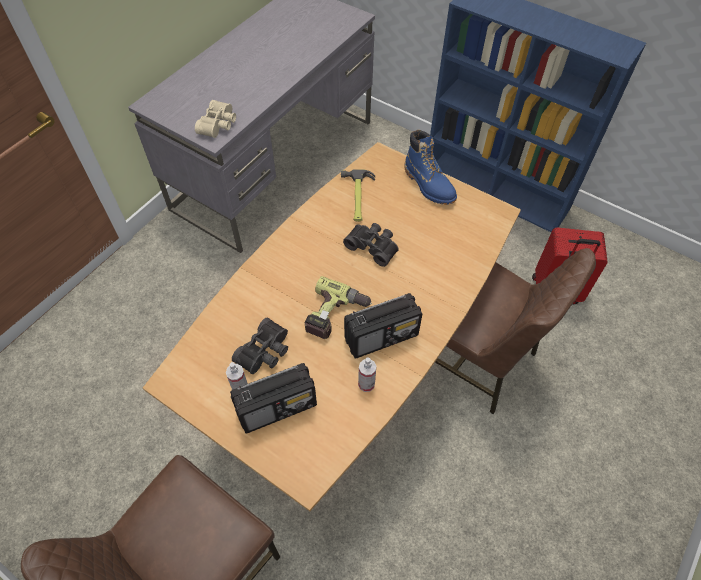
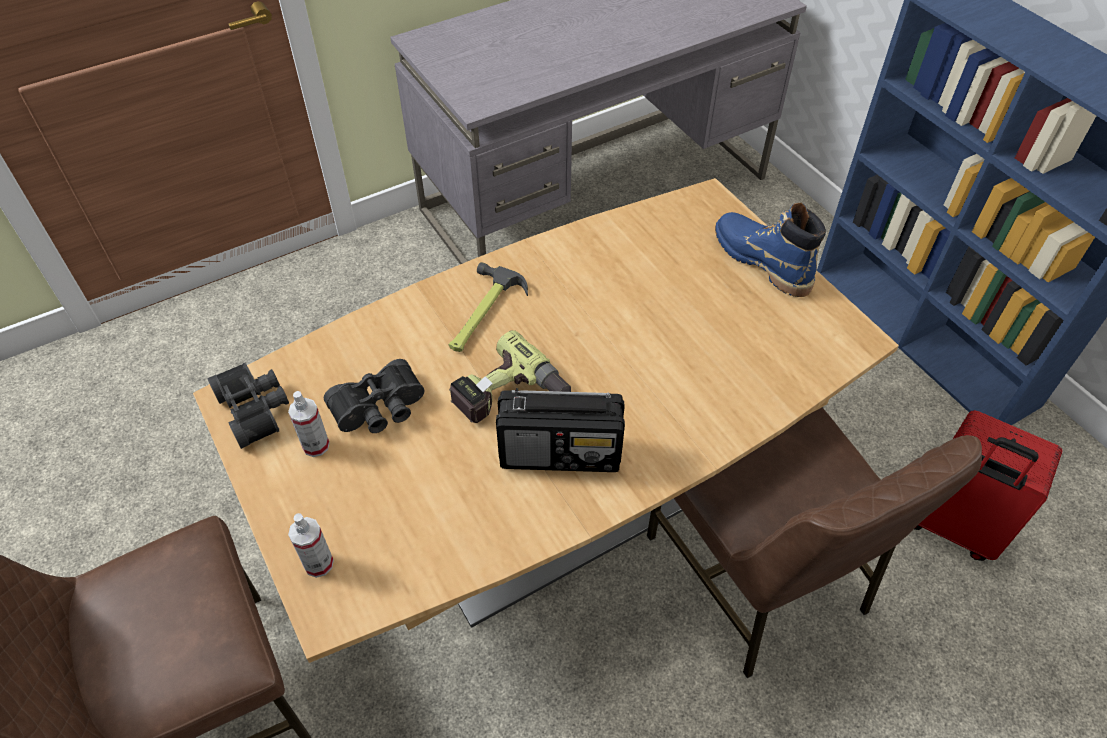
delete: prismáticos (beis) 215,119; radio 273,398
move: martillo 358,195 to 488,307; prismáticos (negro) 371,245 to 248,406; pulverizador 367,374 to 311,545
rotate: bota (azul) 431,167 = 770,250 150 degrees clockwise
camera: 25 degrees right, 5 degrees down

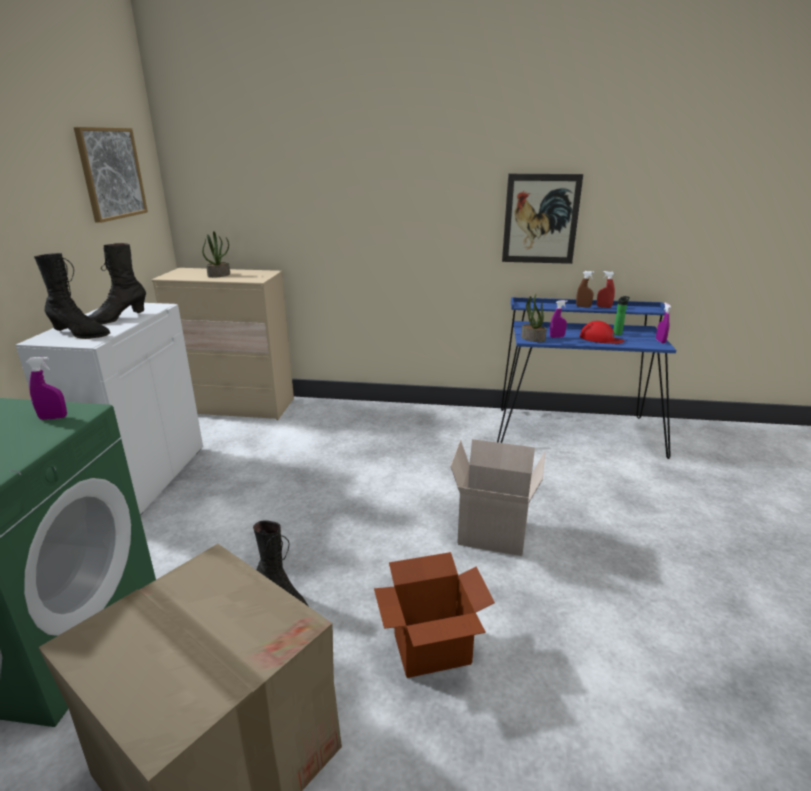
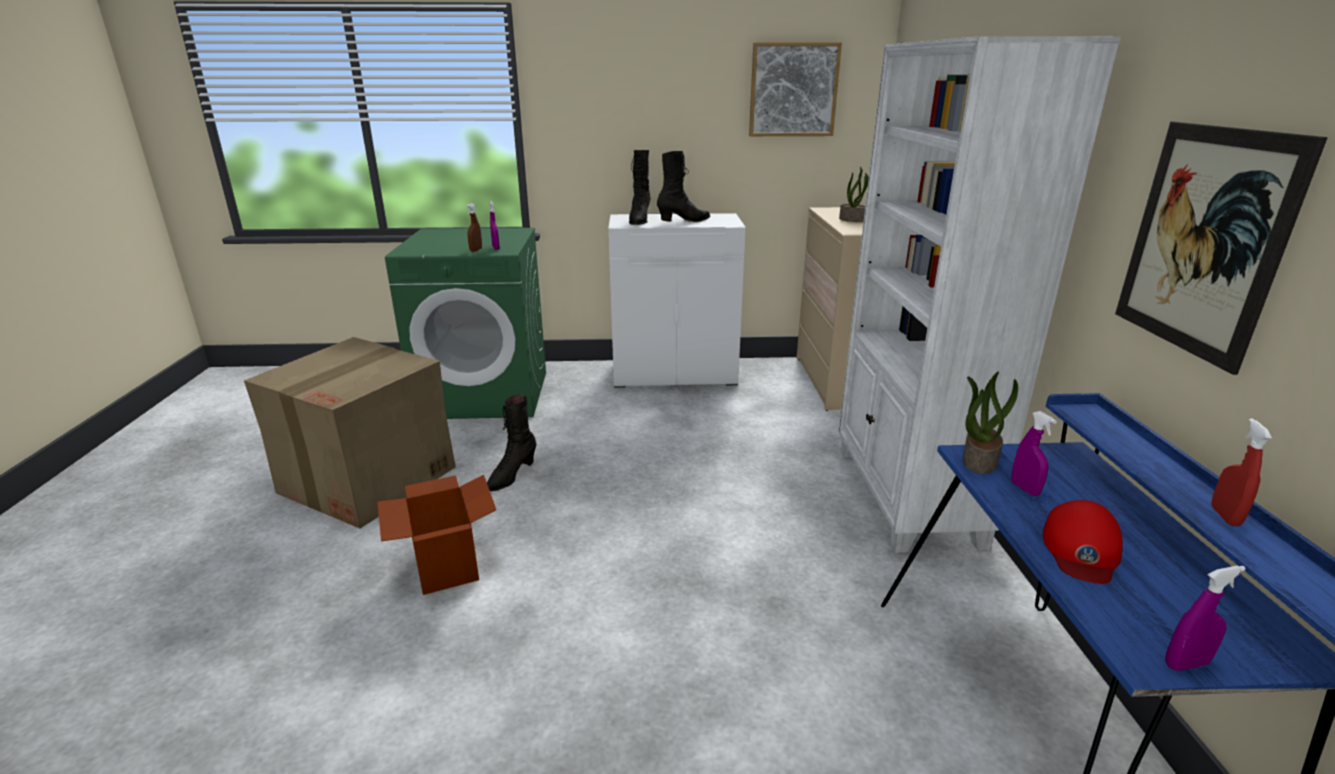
delete: caja de cartón 497,497; botella 621,315
insert: estantería (blanco) 980,294
move: pulverizador (marrón) 585,289 to 474,227
rotate: bota (negro) 117,283 = 683,186 120 degrees clockwise
camera: 80 degrees right, 0 degrees up

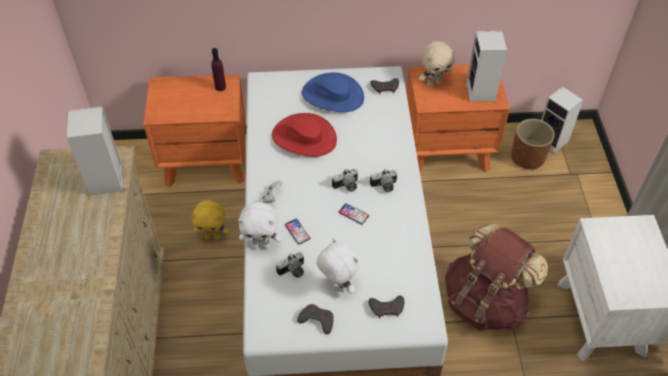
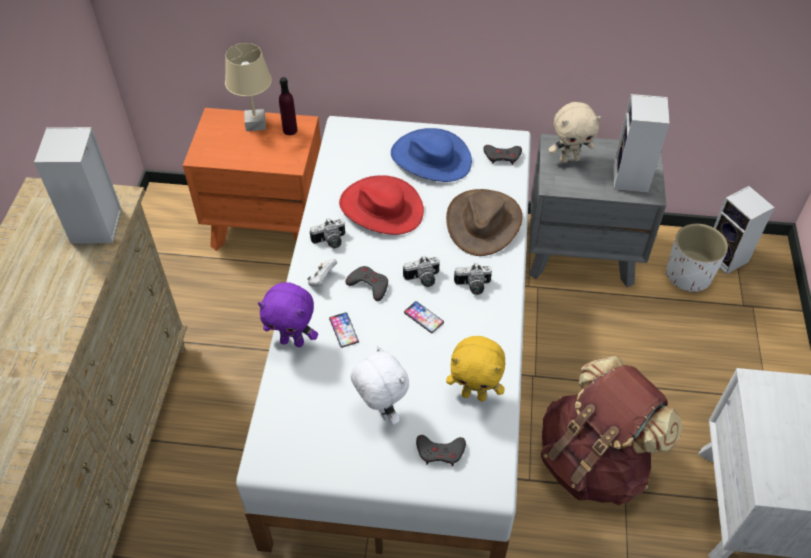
insert: lámpara de mesa (beis) 248,87; sombrero (marrón) 484,222
move: peluche (amarillo) 210,220 to 475,368; cámara 290,265 to 327,233; mando de consola (gris) 315,319 to 367,283
recolor: peluche (blanco) 259,225 to peluche (morado) 288,314; mesita de noche (naranja) 458,118 to mesita de noche (gris) 597,210; maceta (marrón) 533,144 to maceta (blanco) 697,258
camera: 10 degrees right, 0 degrees up

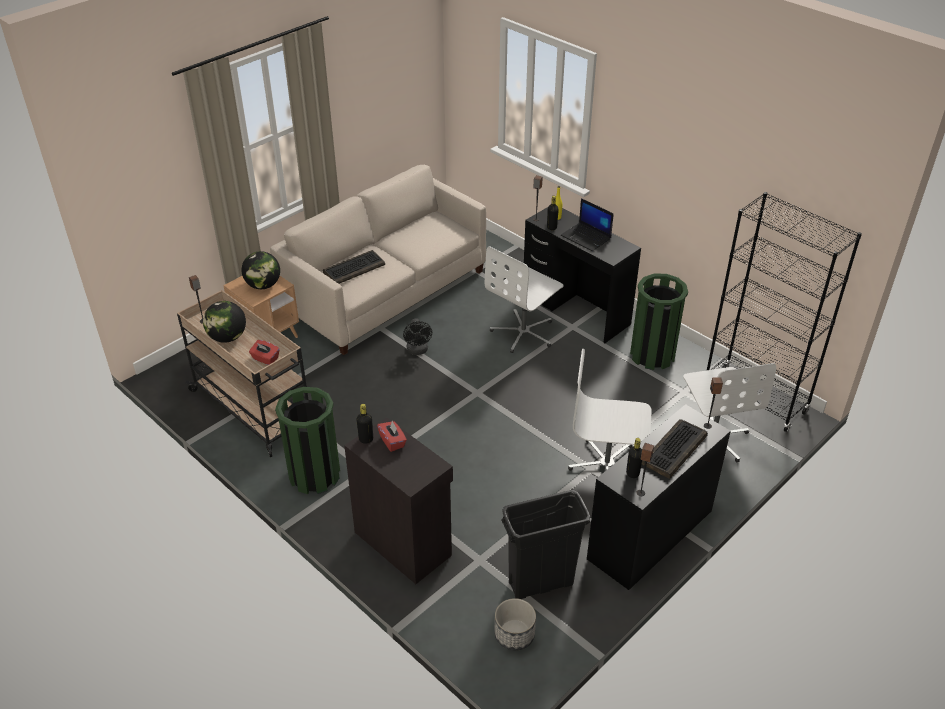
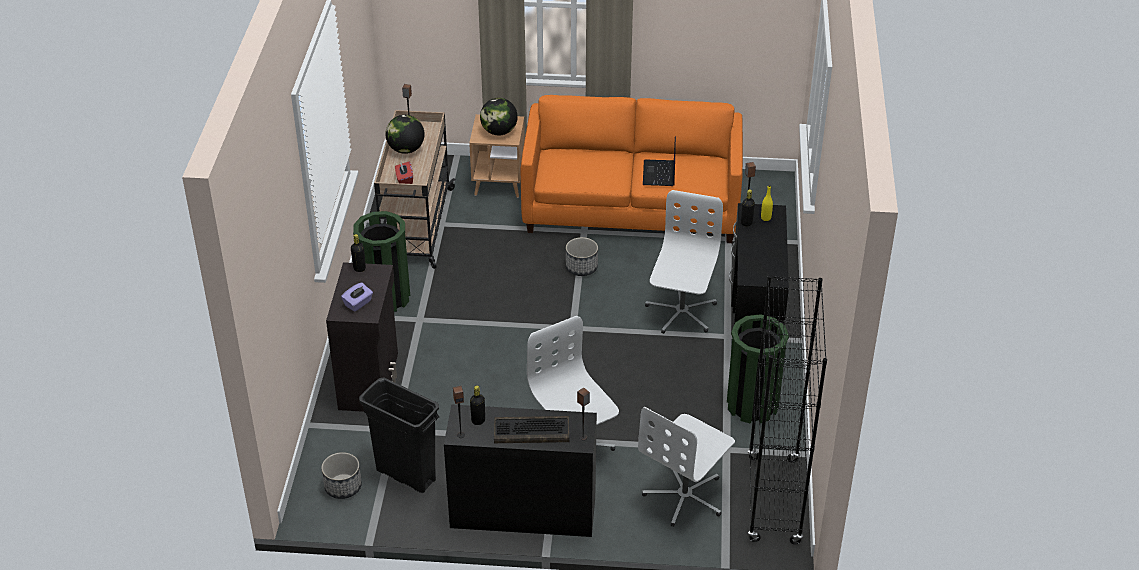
delete: teclado 354,267; caja de pañuelos (rojo) 392,436
insert: caja de pañuelos (morado) 357,297
move: portátil 587,224 to 659,161
replace: ventilador (negro) 417,336 to maceta 582,256
recolor: sofá (beis) 378,260 to sofá (naranja) 632,169
rotate: silla de oficina (blanco) 524,299 = 684,262 105 degrees clockwise
camera: 50 degrees right, 0 degrees up

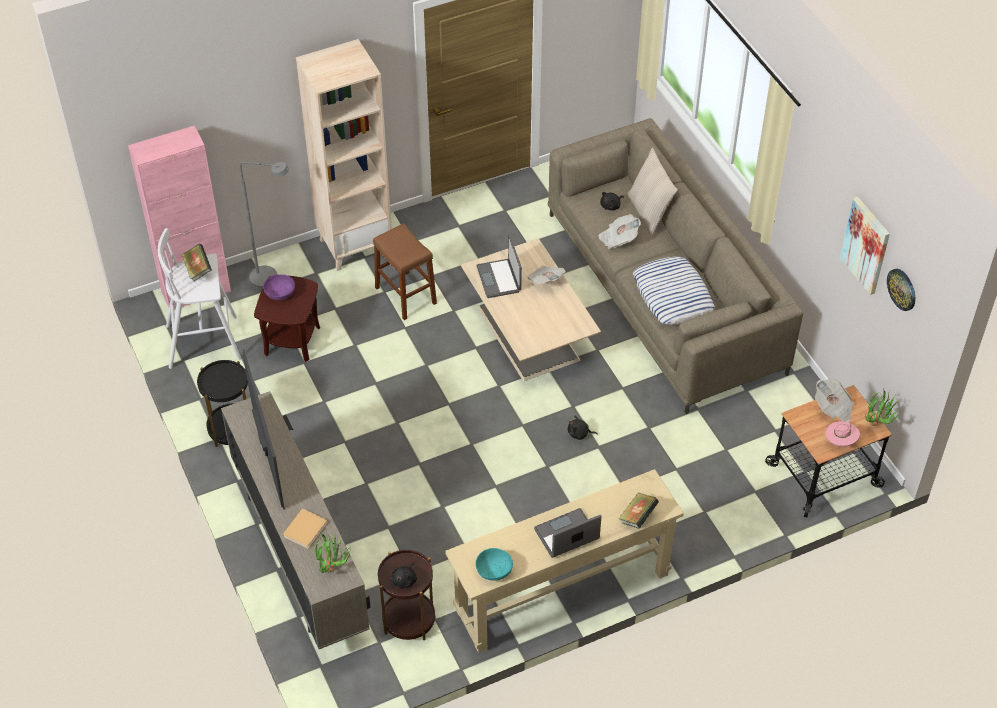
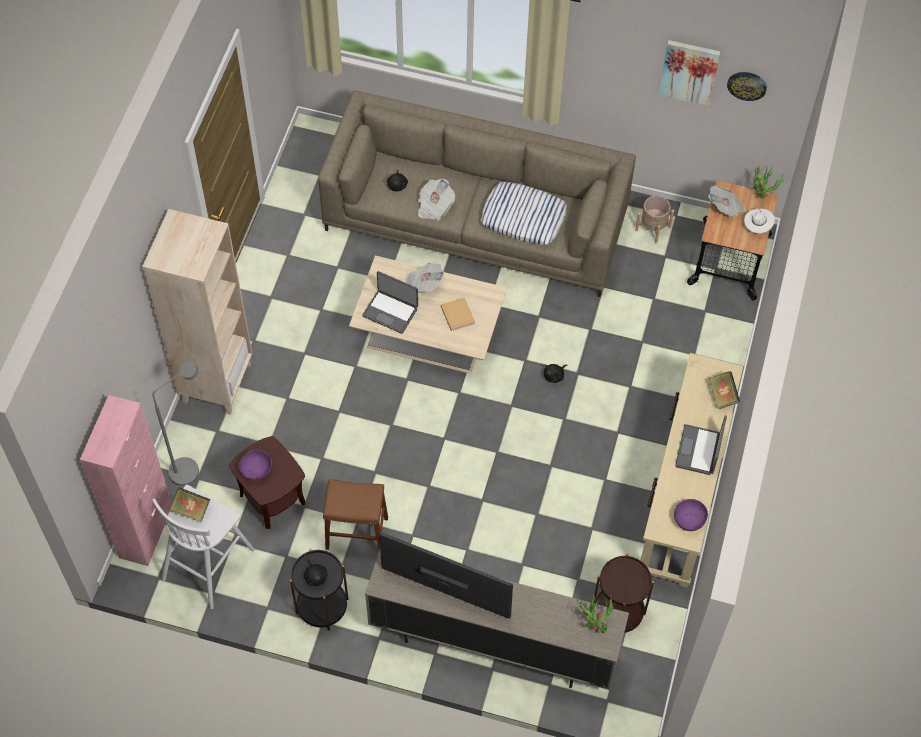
delete: cojín (beis) 652,192
insert: maceta (beis) 654,219
move: libro (beis) 305,528 to 458,314; taburete (marrón) 405,272 to 355,514; peluche (negro) 404,576 to 315,572
recolor: cuenco (turquesa) 494,564 to cuenco (morado) 691,515; sombrero (rosa) 842,434 to sombrero (blanco) 759,221
camera: 50 degrees left, 10 degrees up

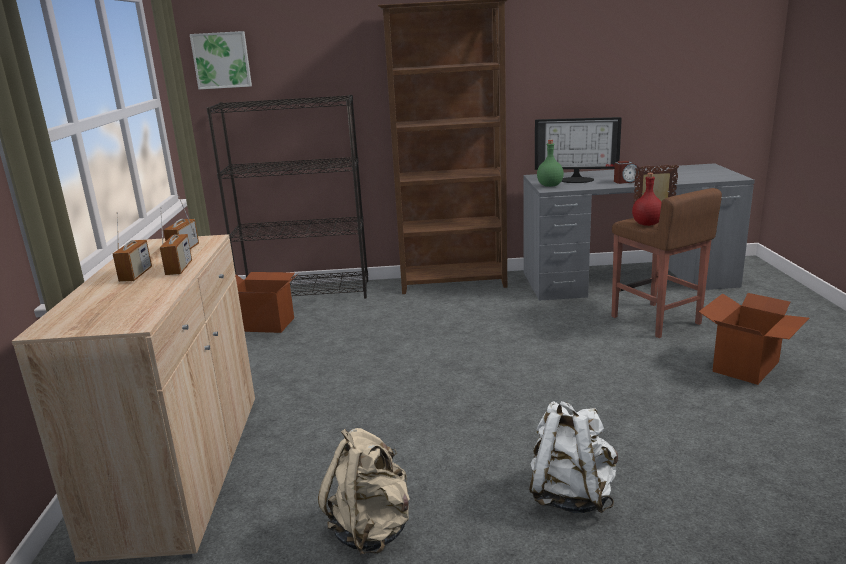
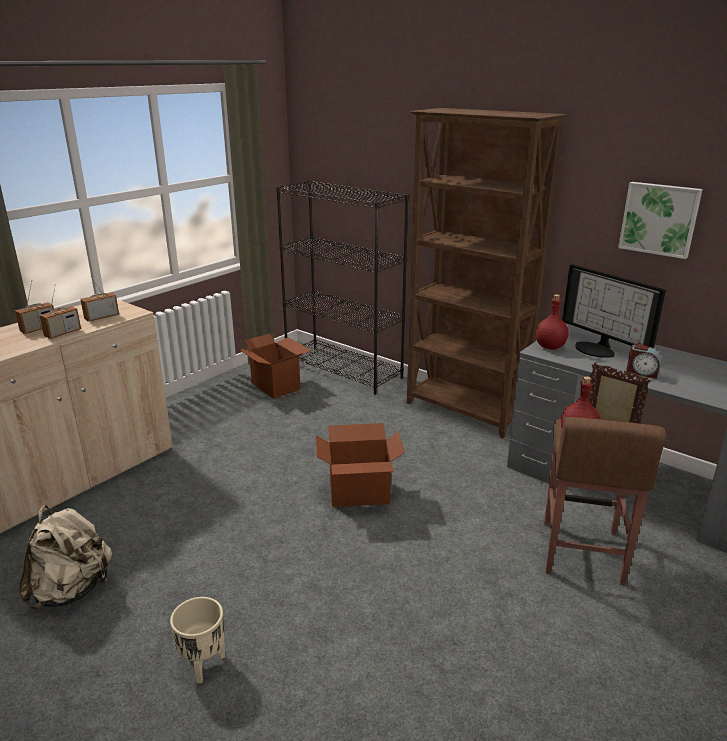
move: cuadro 221,60 to 660,220; caja de cartón 754,339 to 360,465
replace: mochila (blanco) 573,457 to maceta (beis) 197,640
recolor: botella (verde) 550,163 to botella (rojo) 552,322
camera: 40 degrees right, 5 degrees up

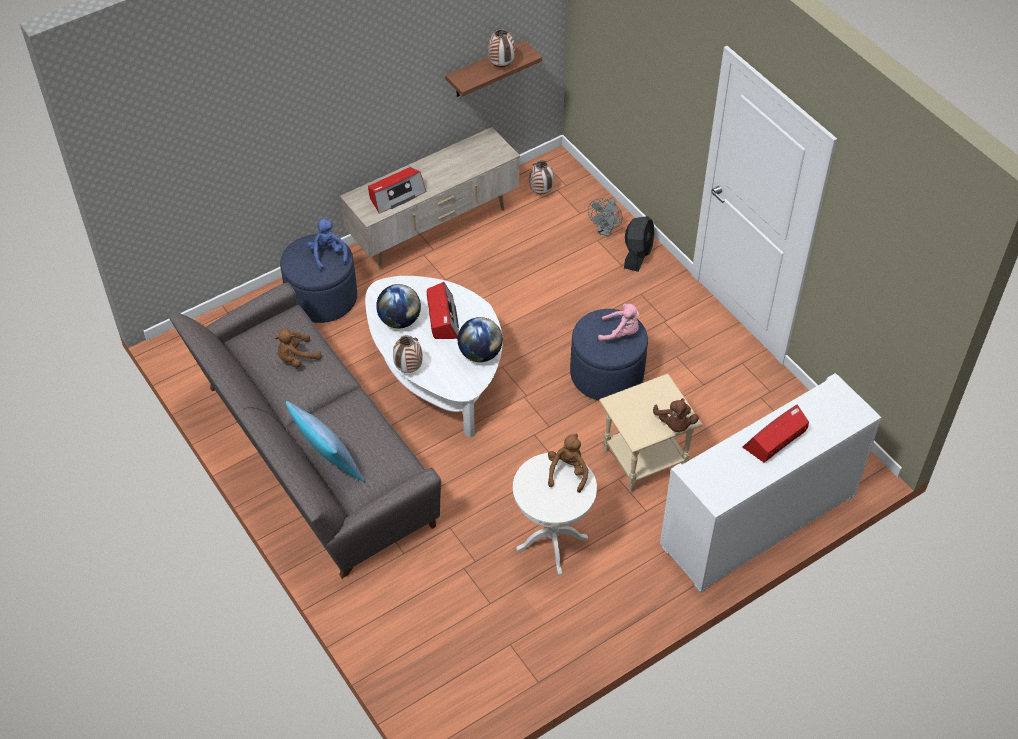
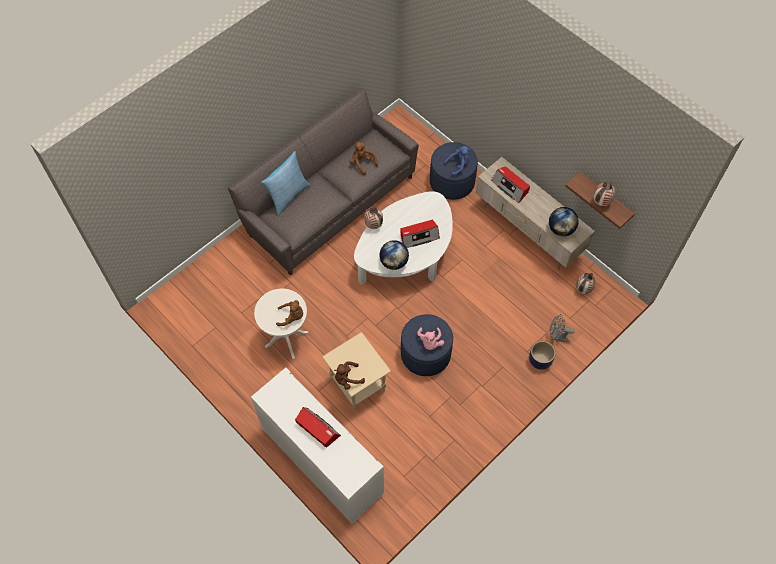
move: globo terráqueo 398,306 to 564,221
replace: ventilador (negro) 639,244 to maceta 542,355
camera: 80 degrees right, 10 degrees up

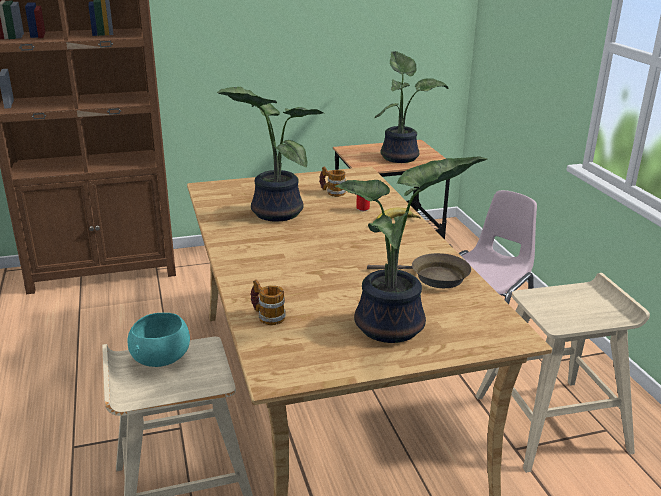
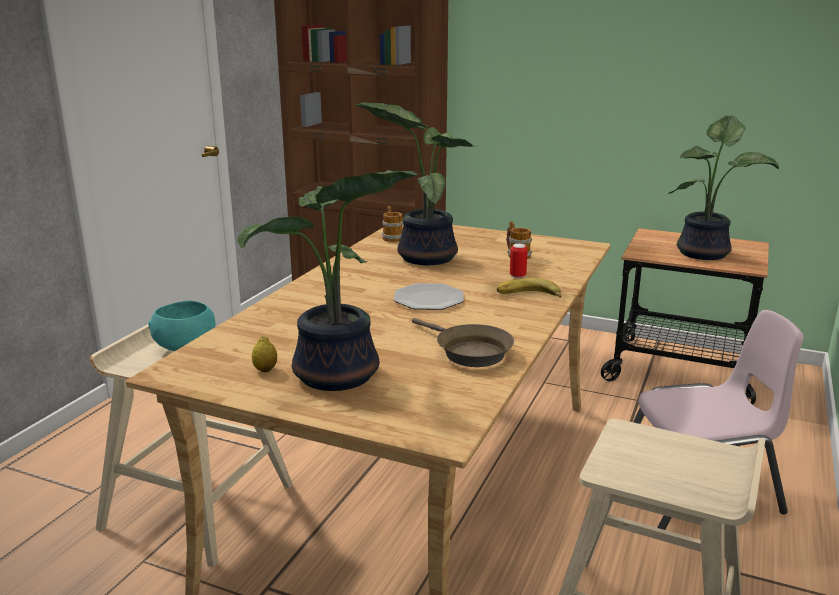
insert: limón 264,354; plato 429,296
move: taza grande 268,302 to 392,224
camera: 40 degrees right, 5 degrees down

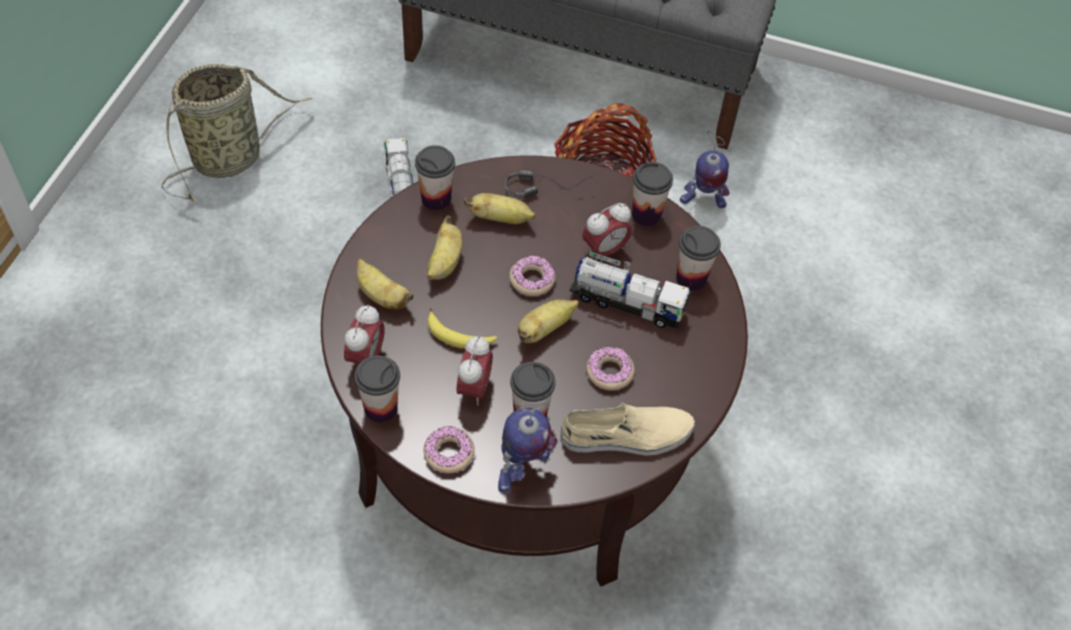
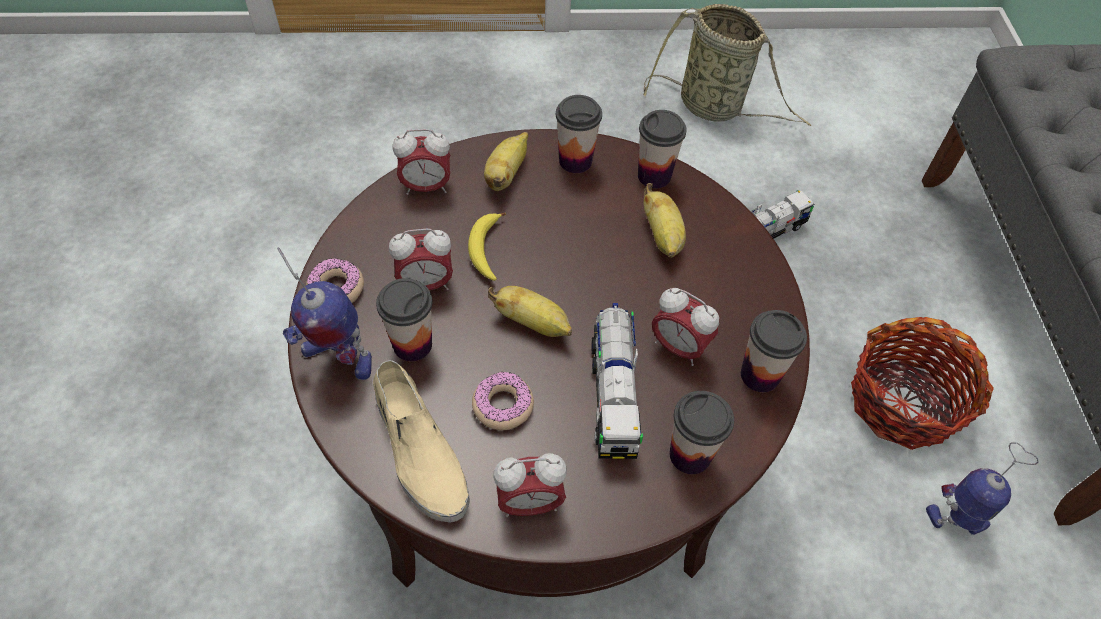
delete: plátano 444,247; auriculares 549,184; rosquilla 532,275
insert: despertador 530,485
move: taza 377,389 to 579,134
rotate: robot de juguete 704,170 = 982,488 120 degrees clockwise
camera: 70 degrees right, 0 degrees up

